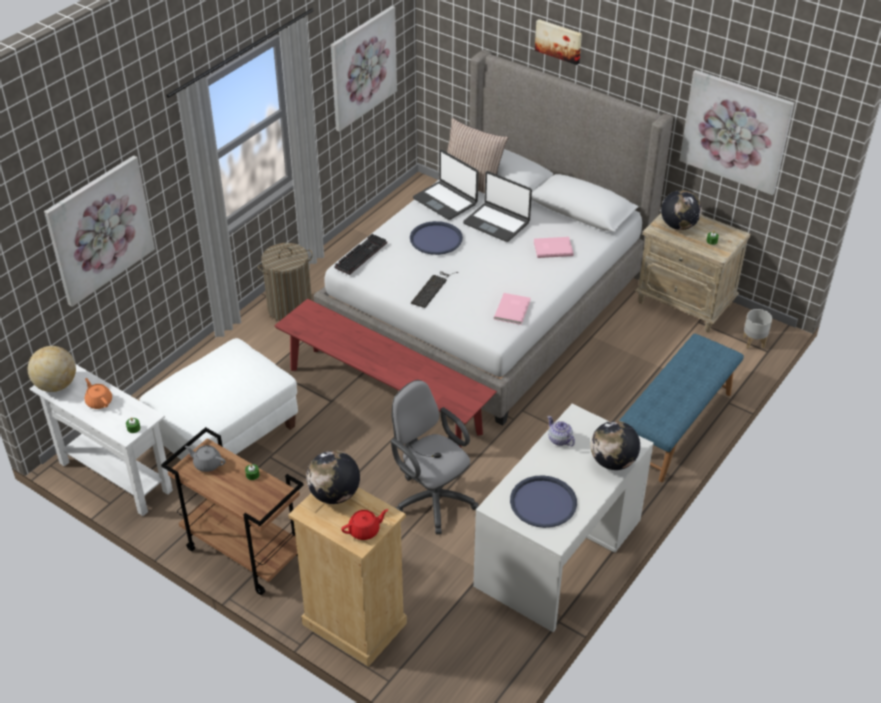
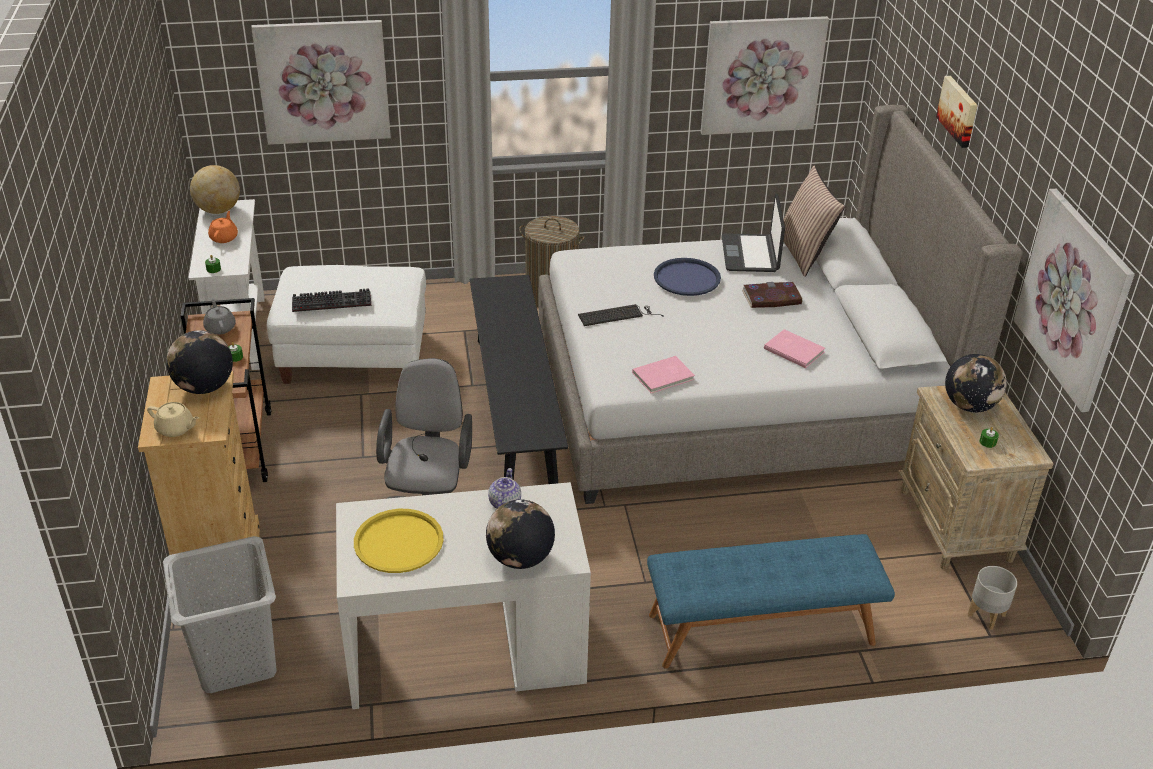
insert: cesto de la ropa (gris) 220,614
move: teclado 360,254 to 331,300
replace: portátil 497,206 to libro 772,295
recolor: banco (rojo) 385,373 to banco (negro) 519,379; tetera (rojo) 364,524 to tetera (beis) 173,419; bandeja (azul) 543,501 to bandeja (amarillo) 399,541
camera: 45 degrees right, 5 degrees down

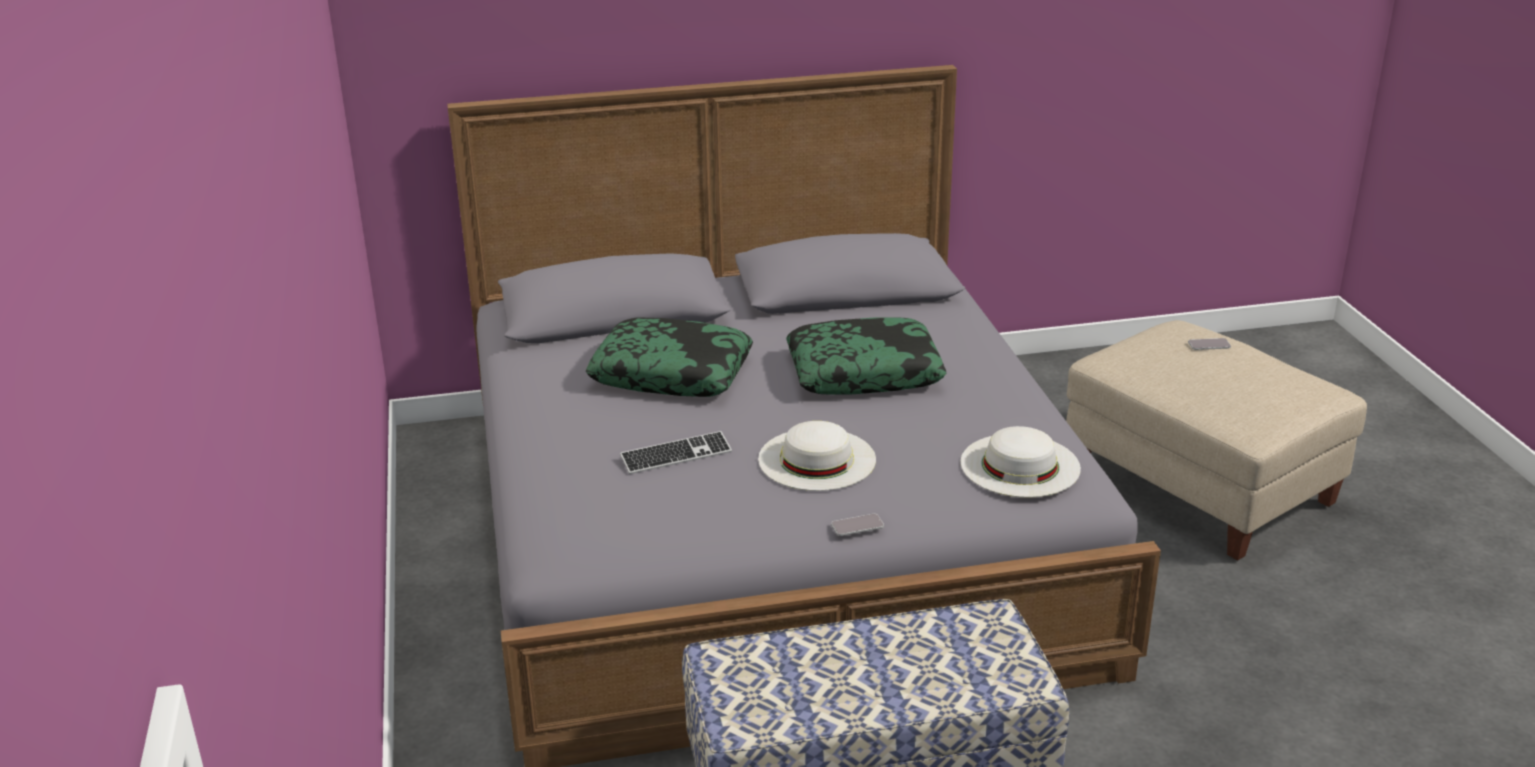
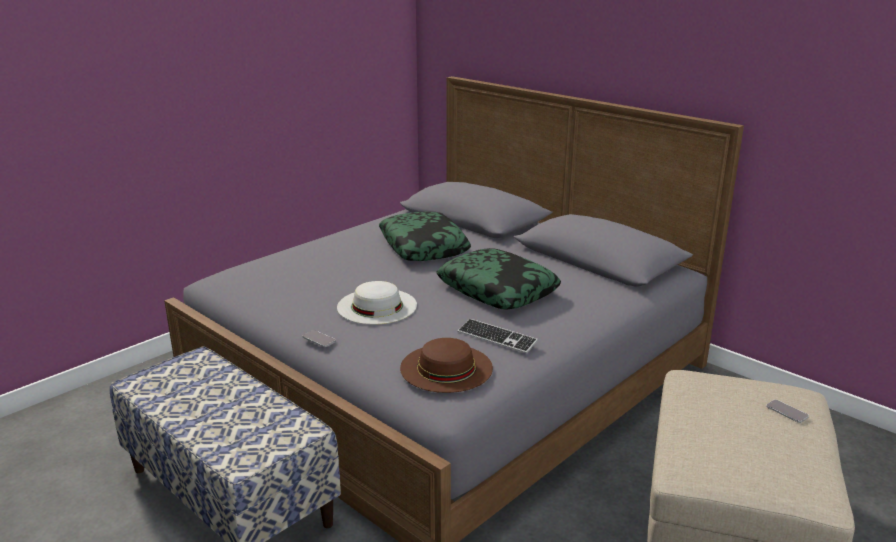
move: teclado 676,452 to 498,335
recolor: sombrero (blanco) 1021,461 to sombrero (marrón) 446,365
camera: 55 degrees right, 5 degrees down

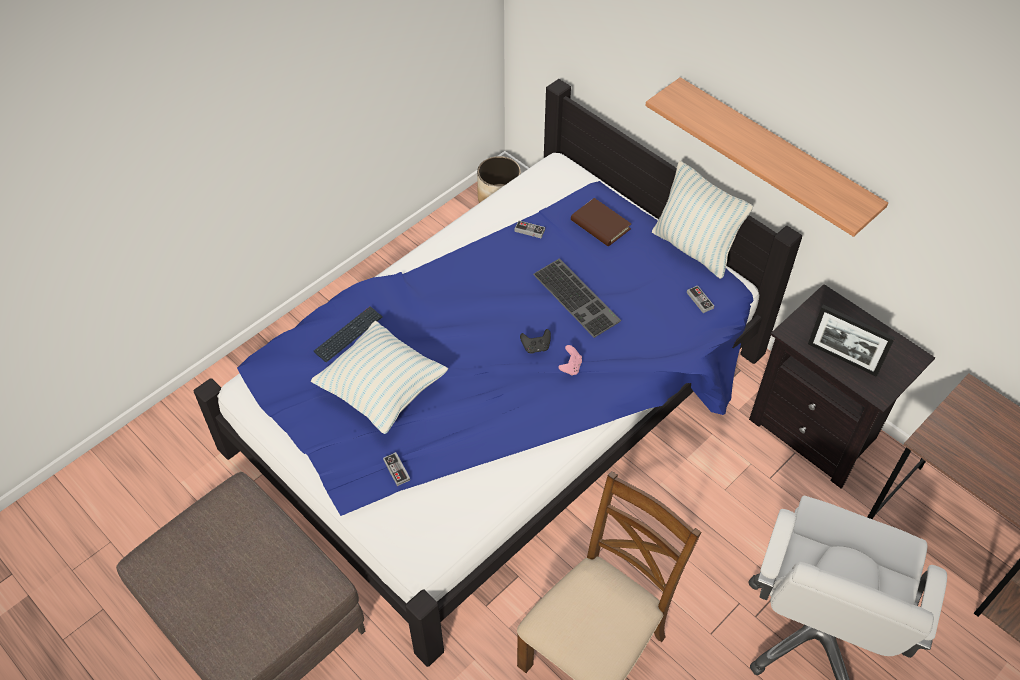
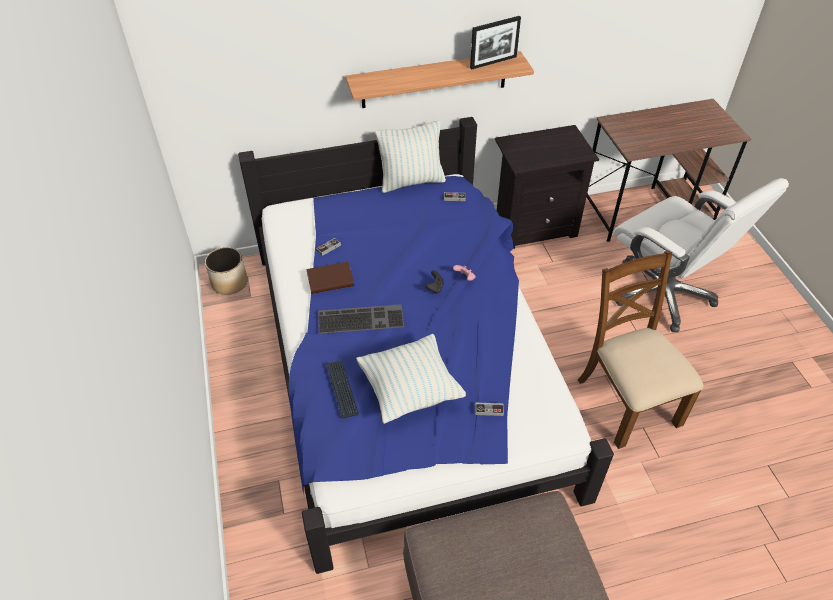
move: teclado 577,298 to 361,319; libro (marrón) 601,222 to 330,278; portarretratos 851,341 to 495,43
camera: 60 degrees left, 5 degrees down

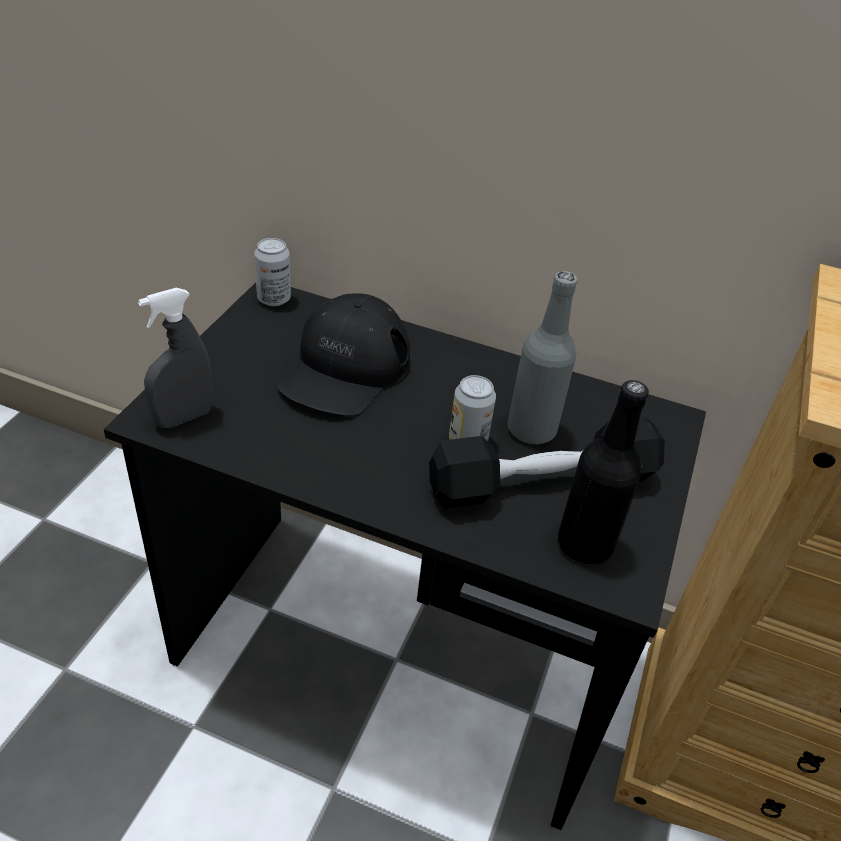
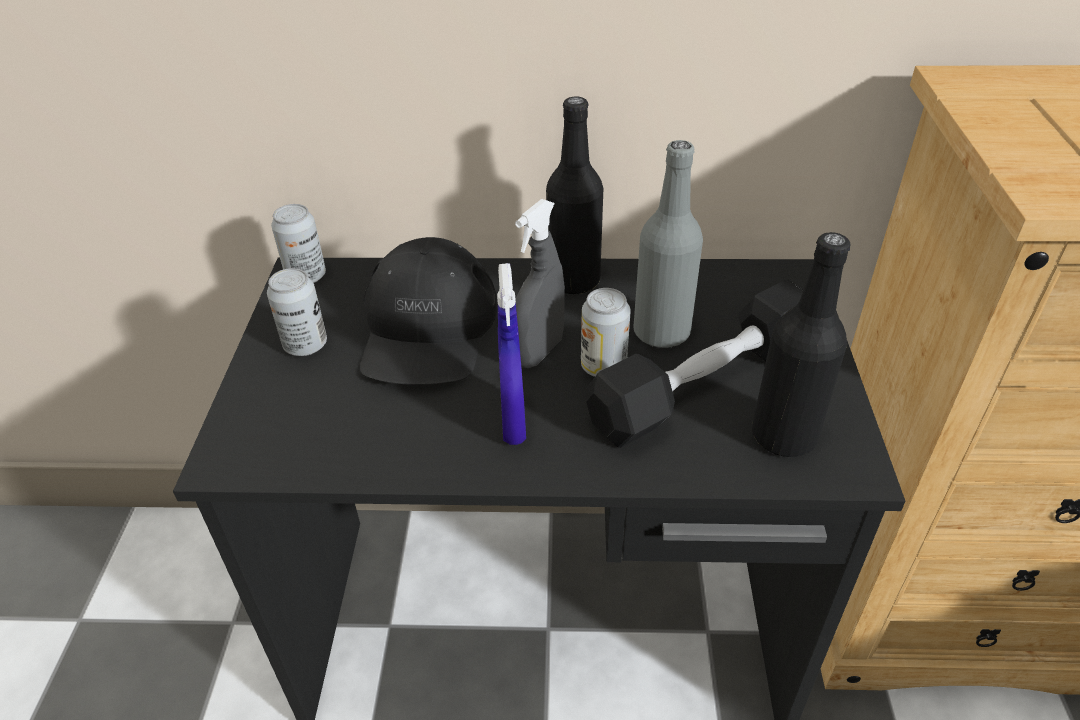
insert: lata 297,312; pulverizador (azul) 511,354; botella (negro) 574,196
move: pulverizador (gris) 175,358 to 540,283
camera: 15 degrees left, 0 degrees up

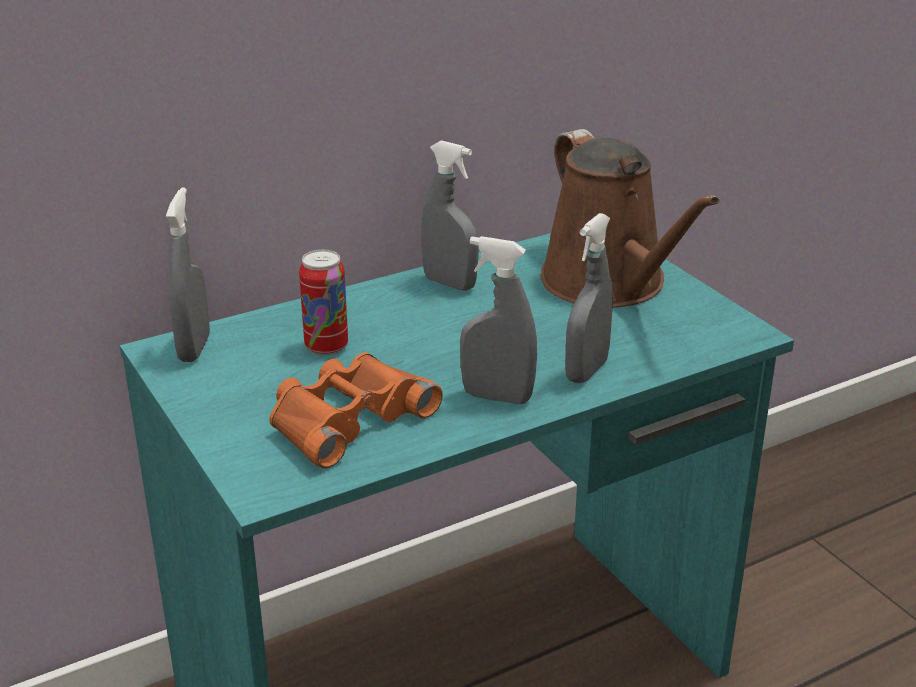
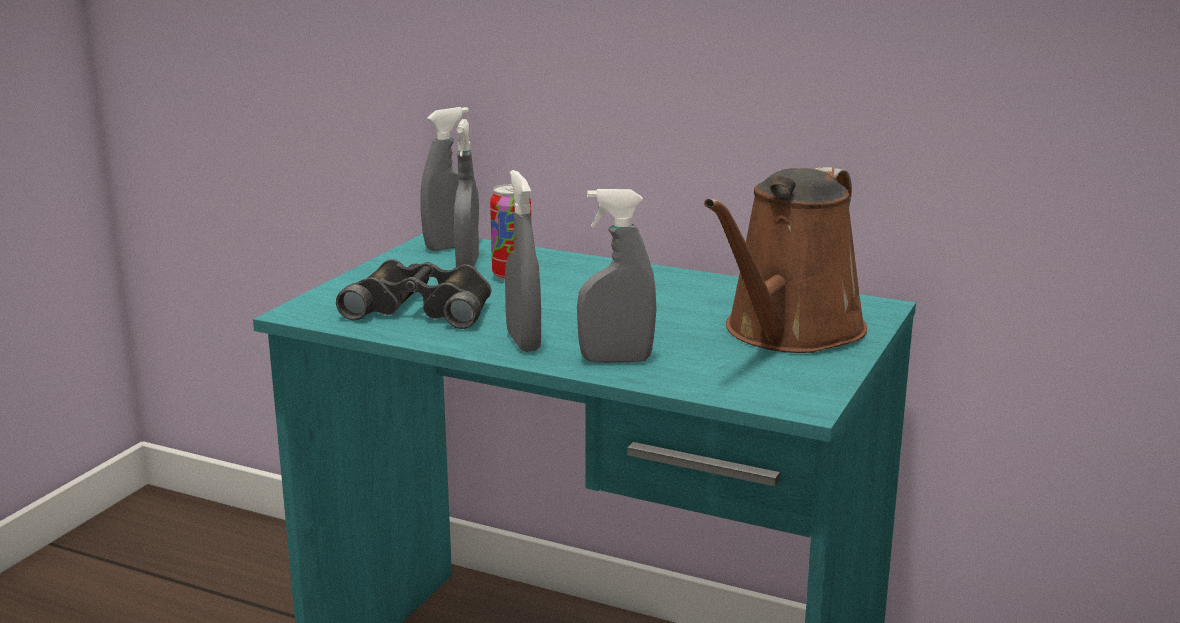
move: pulverizador (gris) 450,215 to 466,193
recolor: prismáticos (naranja) 356,410 to prismáticos (negro) 413,294
camera: 55 degrees right, 10 degrees down

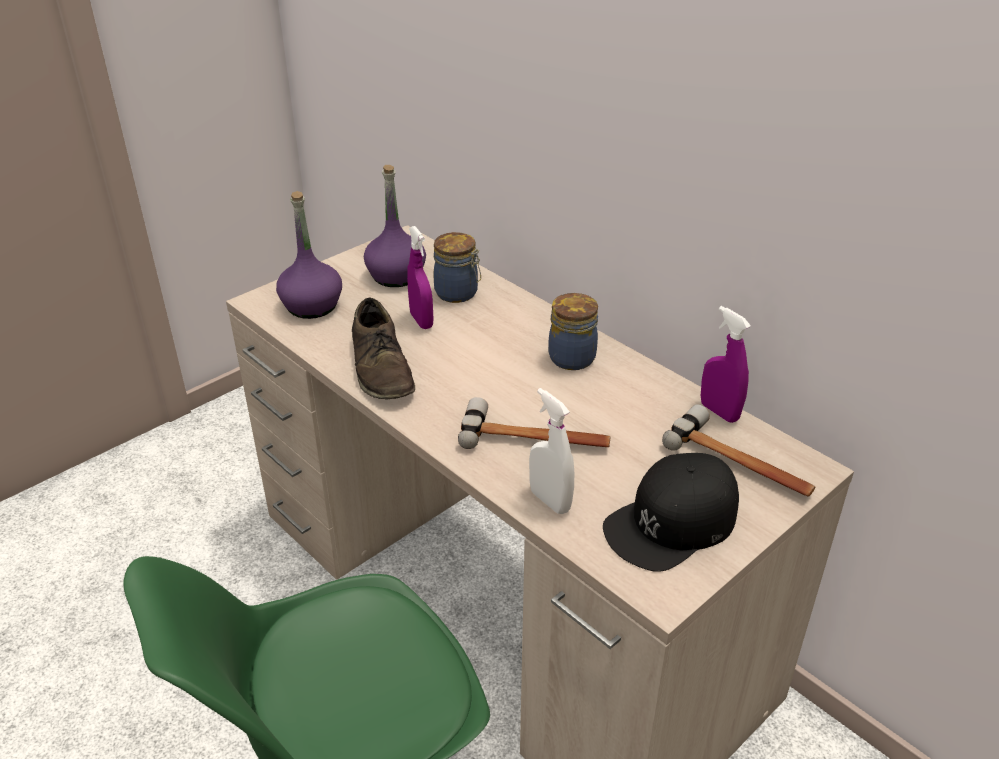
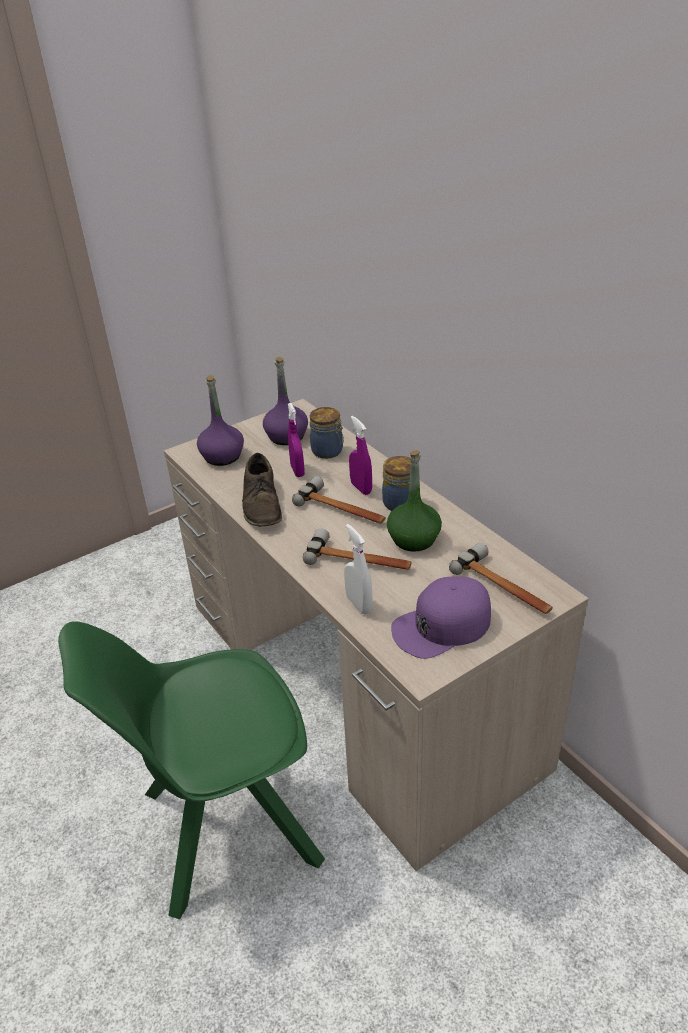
insert: martillo 339,499; botella (verde) 414,501
move: pulverizador (morado) 726,364 to 360,455
recolor: gorra (negro) 671,512 to gorra (morado) 441,618
camera: 10 degrees right, 0 degrees up

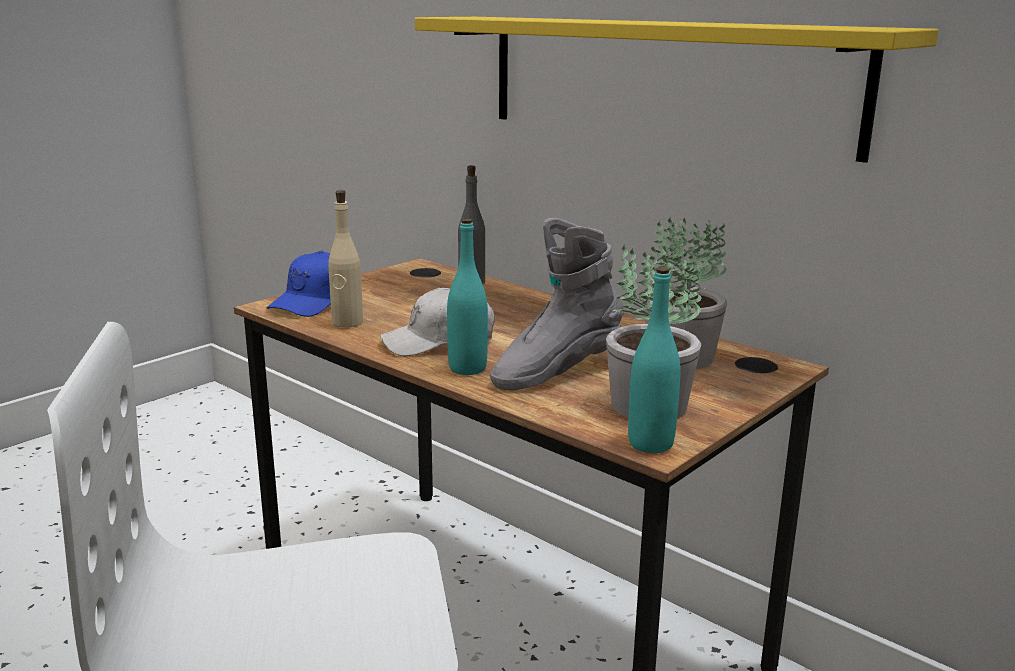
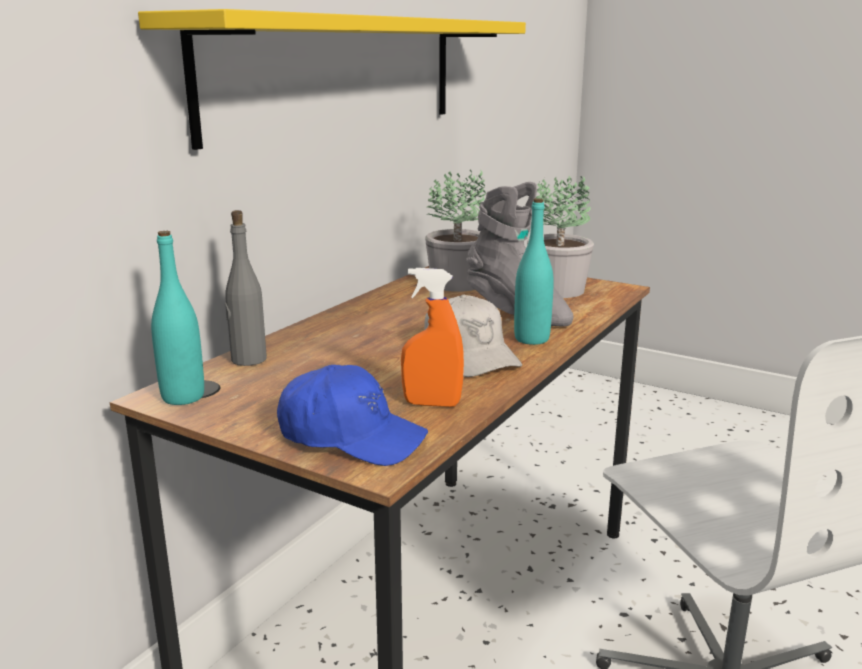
move: botella (turquesa) 654,360 to 177,318
replace: botella (beis) 345,259 to pulverizador (naranja) 432,337
camera: 100 degrees left, 0 degrees up

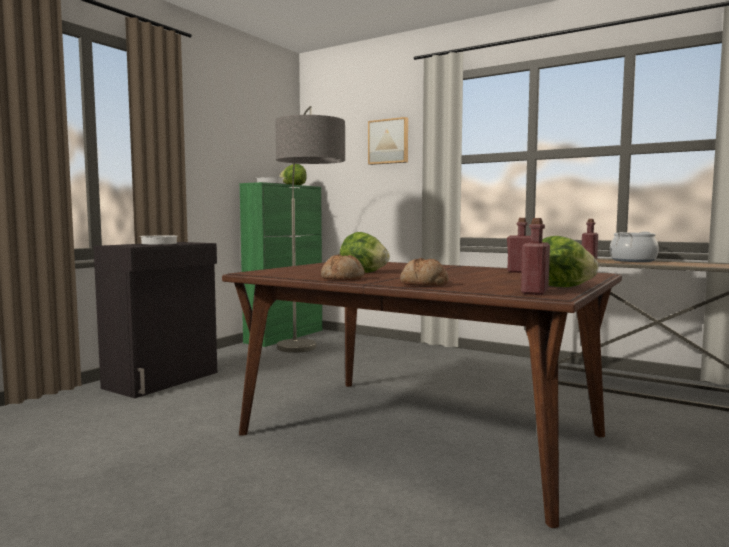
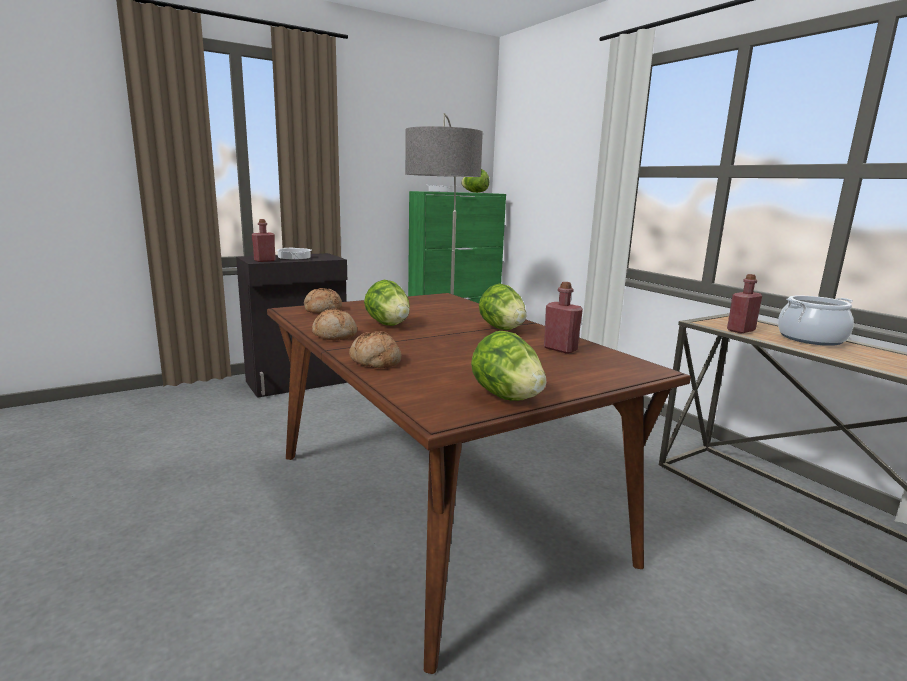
delete: cuadro 388,141
insert: pan 323,300; lechuga 503,307
move: botella (rojo) 535,256 to 264,240
camera: 25 degrees right, 10 degrees up

